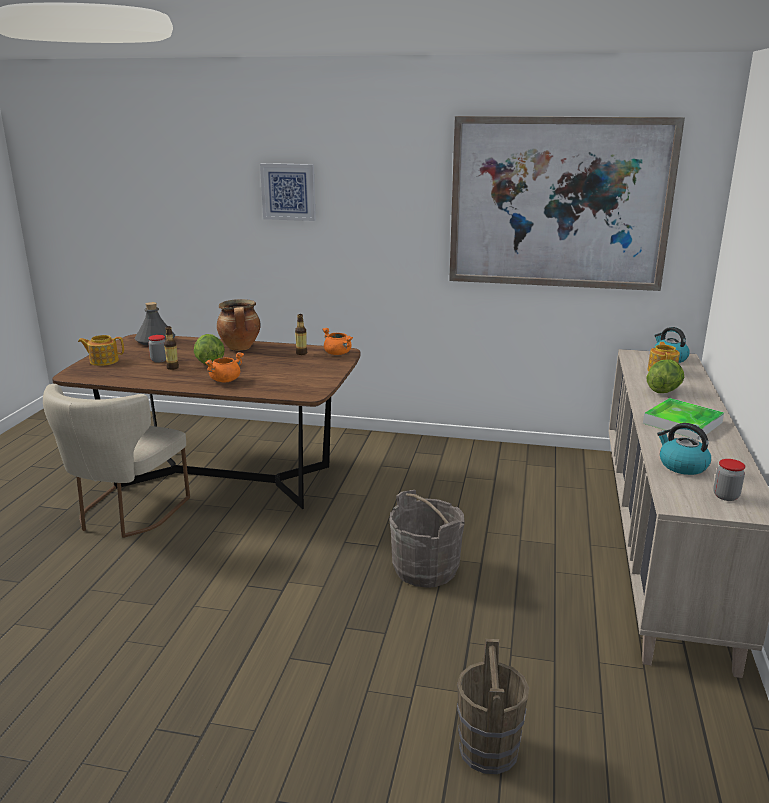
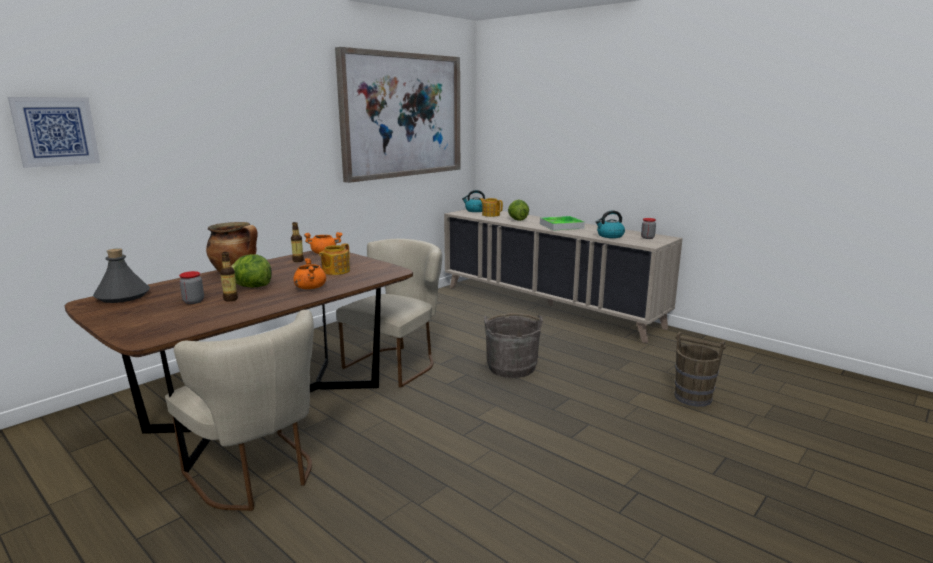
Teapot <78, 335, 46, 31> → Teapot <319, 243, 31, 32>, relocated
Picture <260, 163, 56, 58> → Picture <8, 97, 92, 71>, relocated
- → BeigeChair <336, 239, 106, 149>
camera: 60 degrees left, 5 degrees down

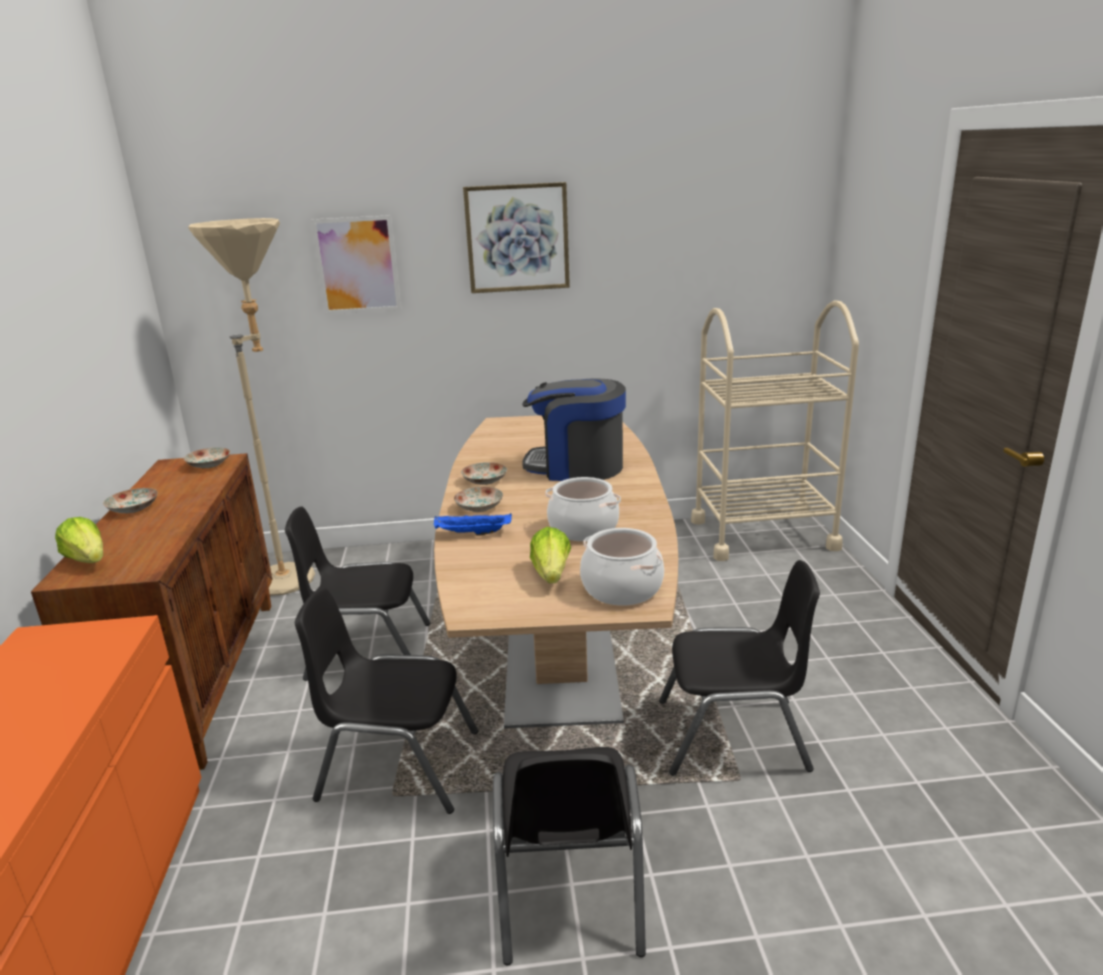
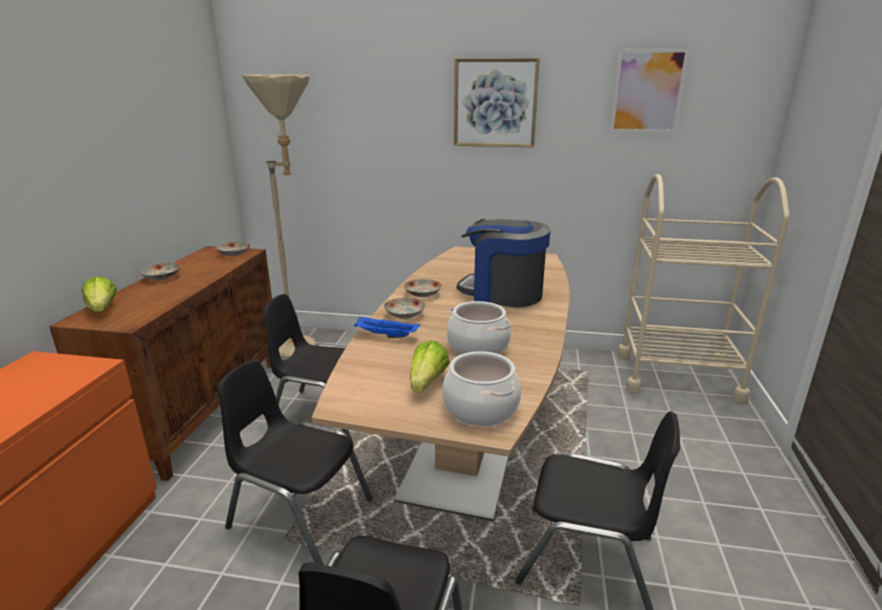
Picture <311, 215, 90, 99> → Picture <610, 48, 80, 85>, relocated
camera: 15 degrees right, 0 degrees up

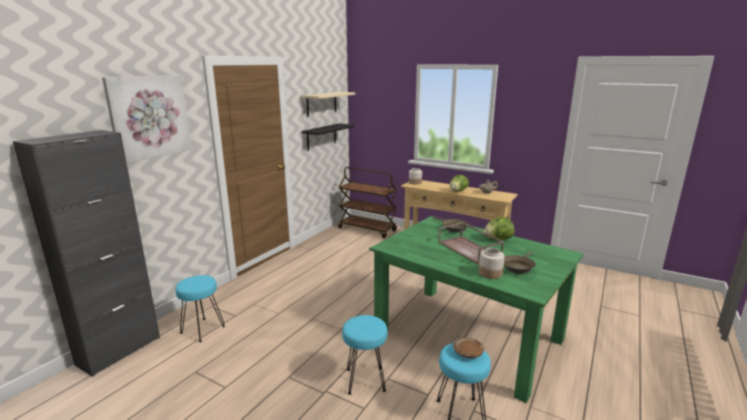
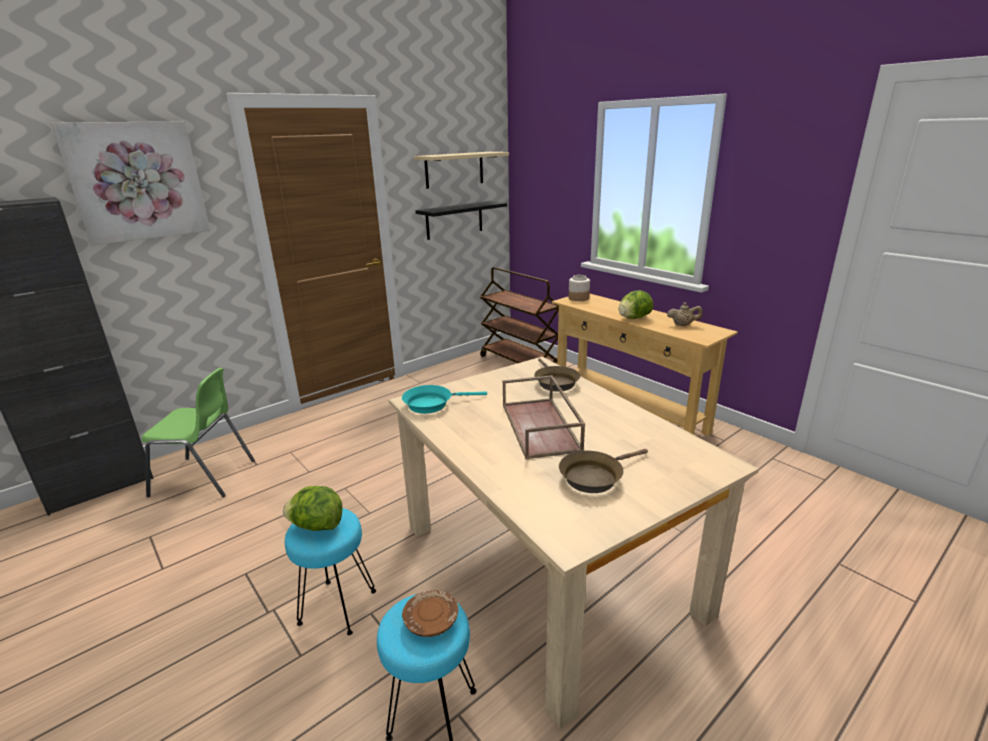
TurquoiseStool <175, 275, 50, 67> → GreenChair <142, 368, 113, 129>
GreenDiningTable <369, 216, 215, 187> → BeigeDiningTable <389, 357, 370, 372>
Jar <479, 248, 25, 31> → -
Lettuce <484, 217, 31, 23> → Lettuce <283, 486, 60, 45>, relocated
- → TurquoiseFryingPan <402, 385, 85, 29>
camera: 20 degrees right, 5 degrees up

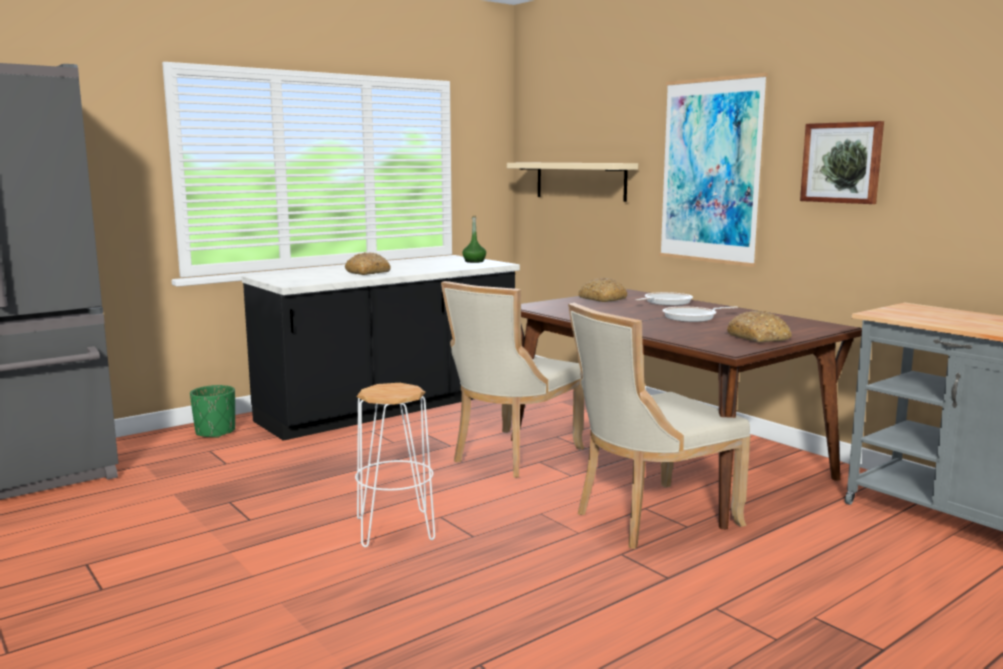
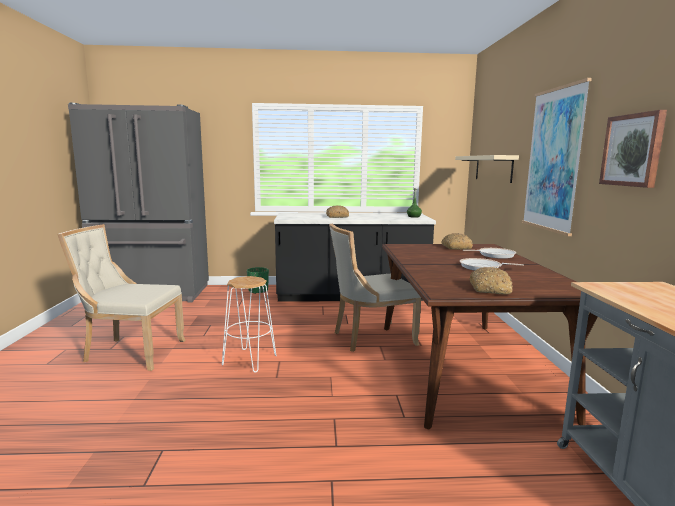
BeigeChair <568, 303, 183, 246> → BeigeChair <57, 224, 129, 147>, relocated
camera: 35 degrees right, 0 degrees up

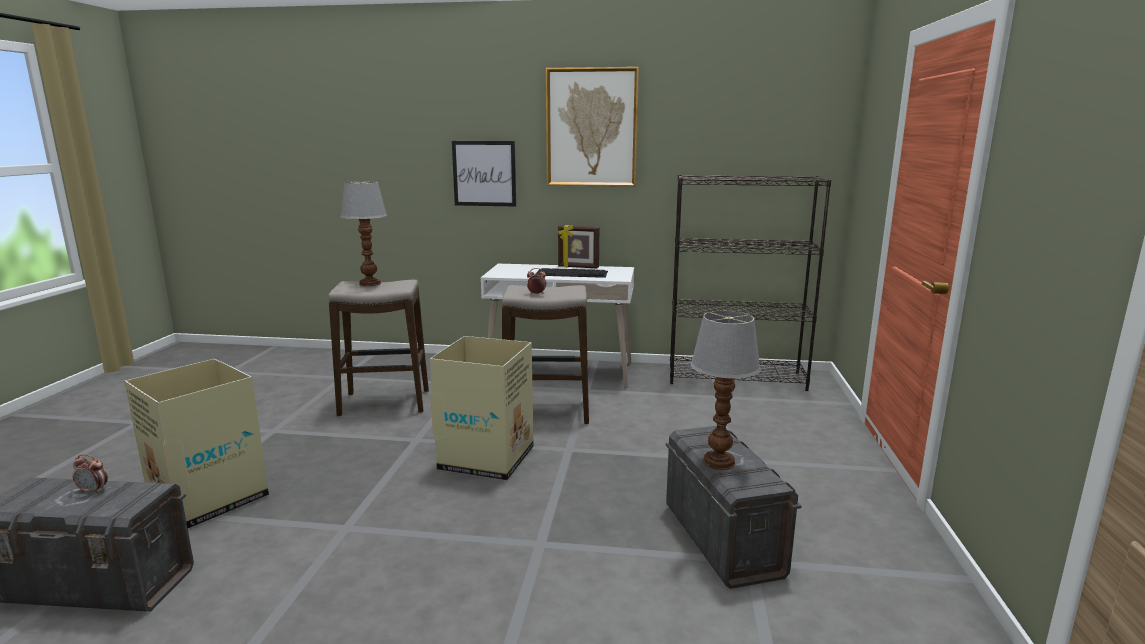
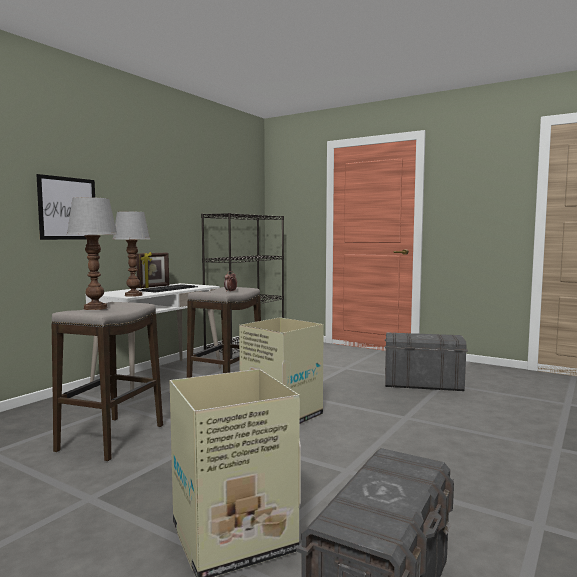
AlarmClock <73, 454, 35, 40> → -
Picture <546, 67, 93, 120> → -
TableLamp <690, 311, 71, 159> → TableLamp <113, 211, 37, 86>, relocated
camera: 65 degrees left, 10 degrees down

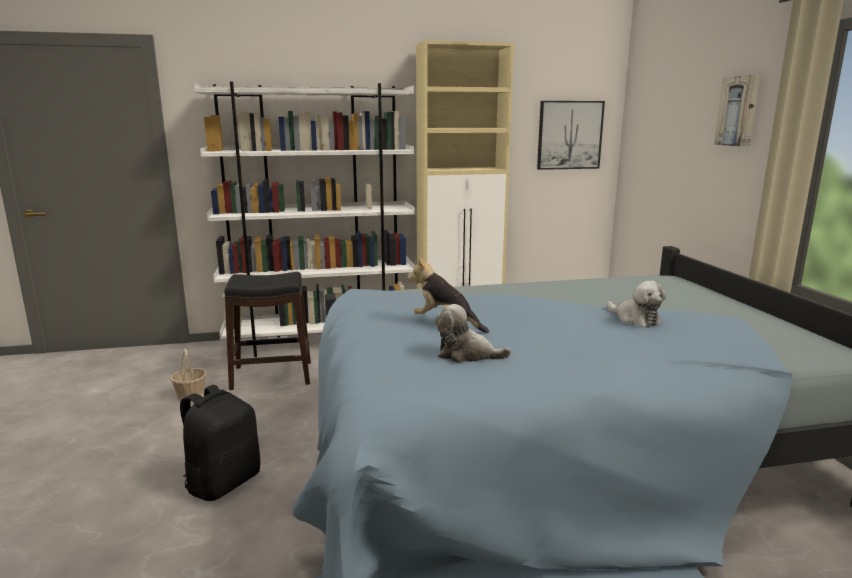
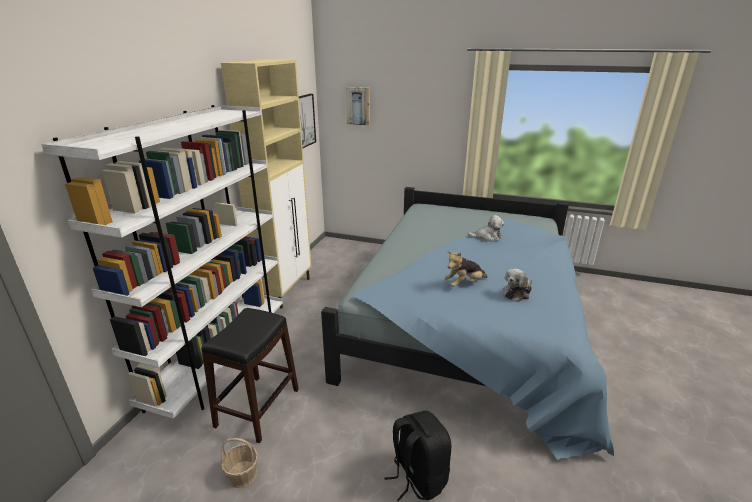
Picture <714, 75, 47, 72> → Picture <346, 87, 24, 38>, relocated
camera: 60 degrees left, 10 degrees up

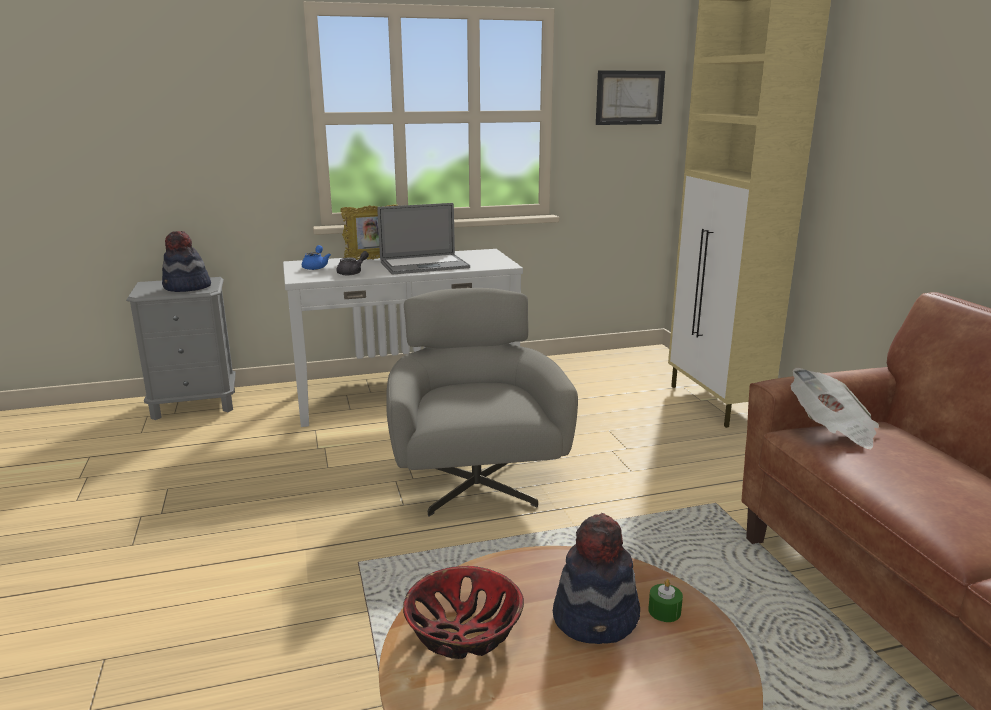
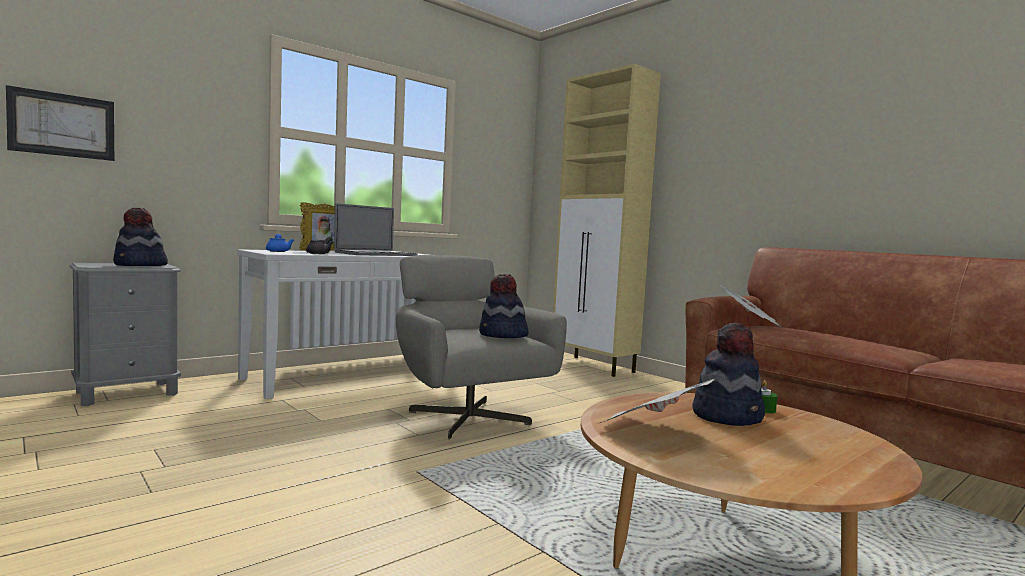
Bowl <403, 566, 121, 93> → Newspaper <600, 379, 115, 44>
Picture <596, 70, 69, 55> → Picture <6, 85, 108, 76>, relocated
- → Hat <479, 274, 50, 64>
camera: 25 degrees left, 15 degrees down

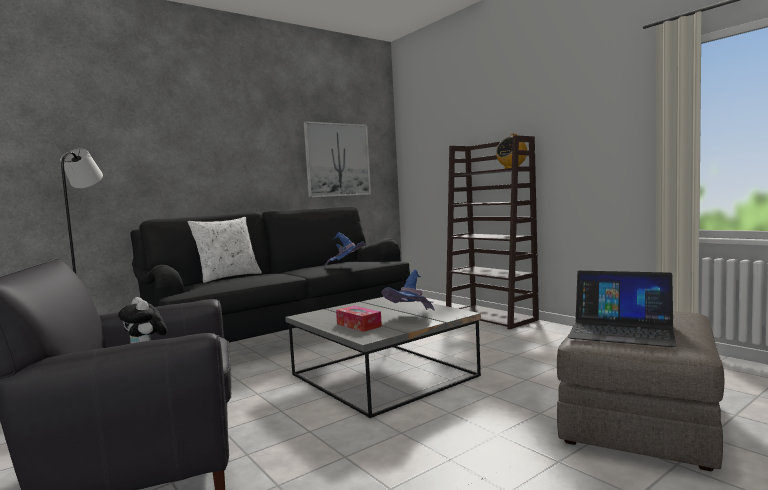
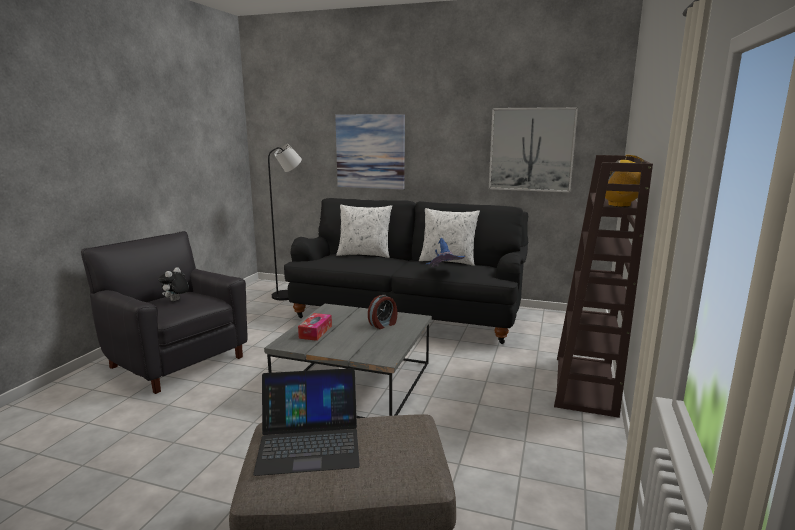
BlueHat <381, 269, 54, 42> → -
Laptop <568, 271, 108, 76> → Laptop <253, 368, 107, 108>, 90 degrees counterclockwise
- → Picture <335, 114, 70, 76>
- → AlarmClock <368, 295, 29, 34>
- → WhitePillow <419, 208, 61, 58>
camera: 55 degrees right, 10 degrees up

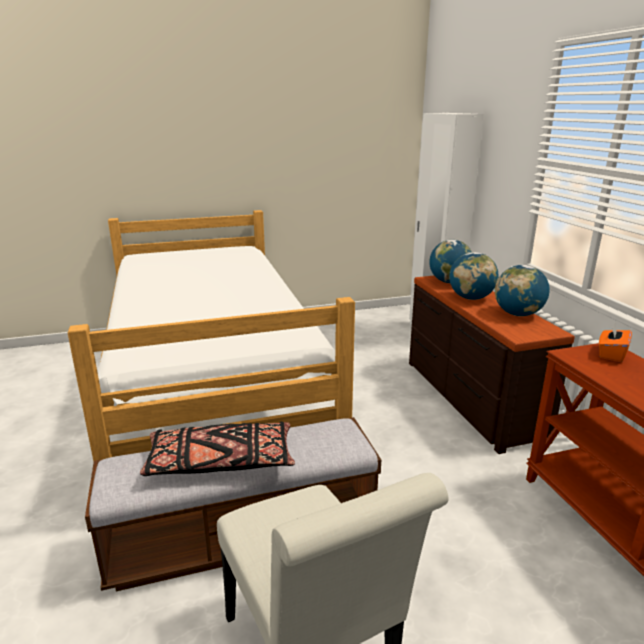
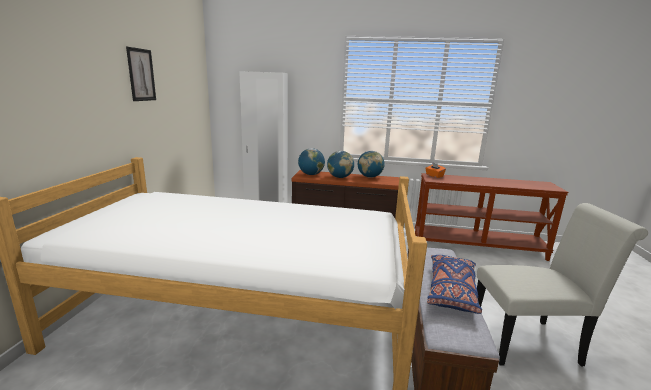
BlackPillow <140, 422, 155, 54> → BluePillow <427, 255, 55, 59>
- → Picture <126, 47, 30, 54>
camera: 65 degrees left, 5 degrees down

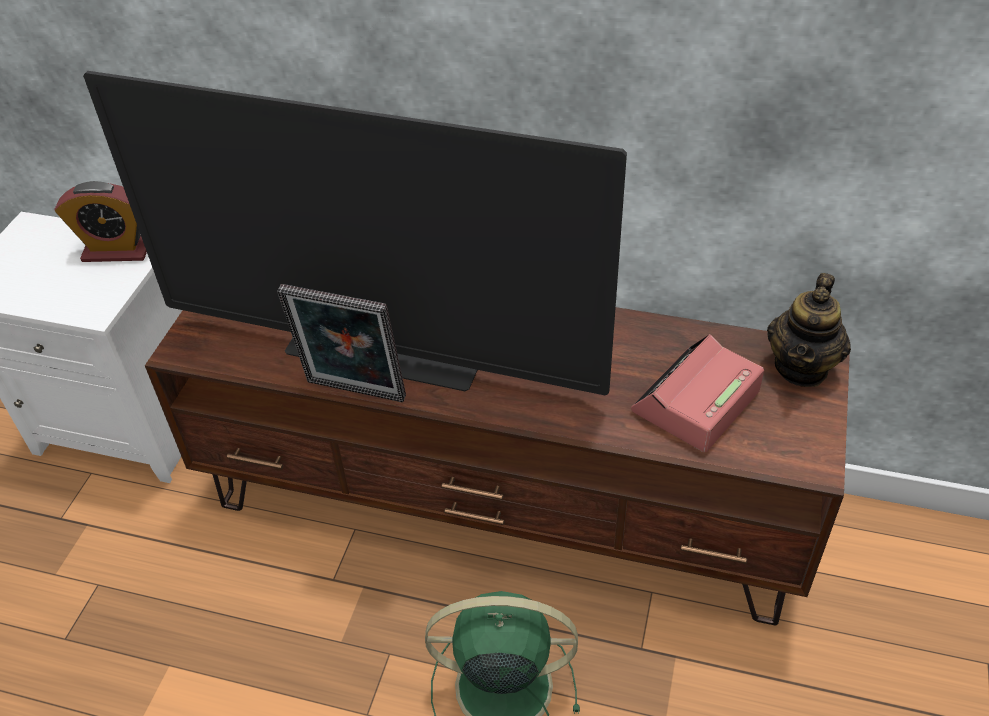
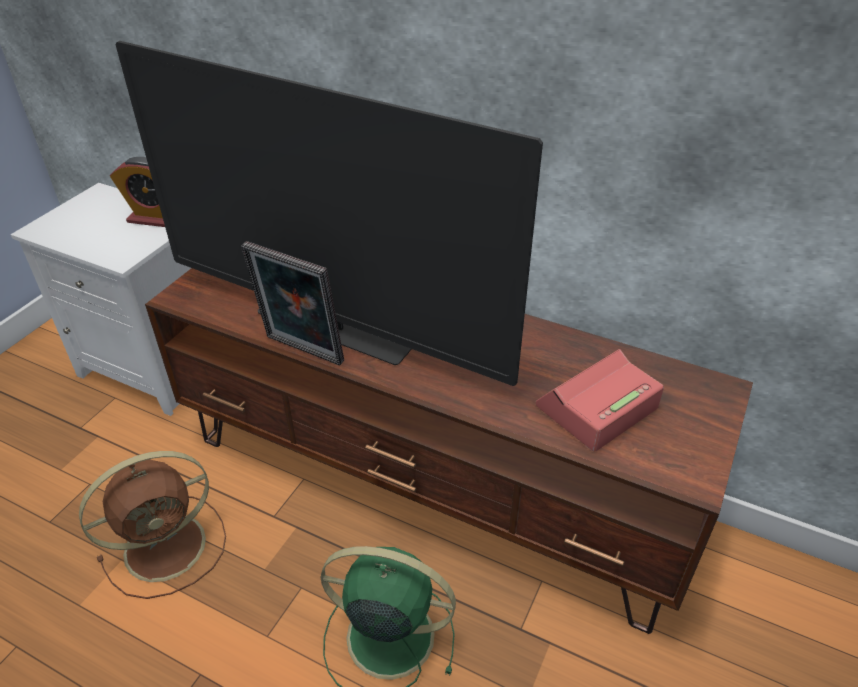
Teapot <767, 273, 84, 114> → -
- → BrownFan <79, 451, 147, 148>
camera: 10 degrees right, 5 degrees down

